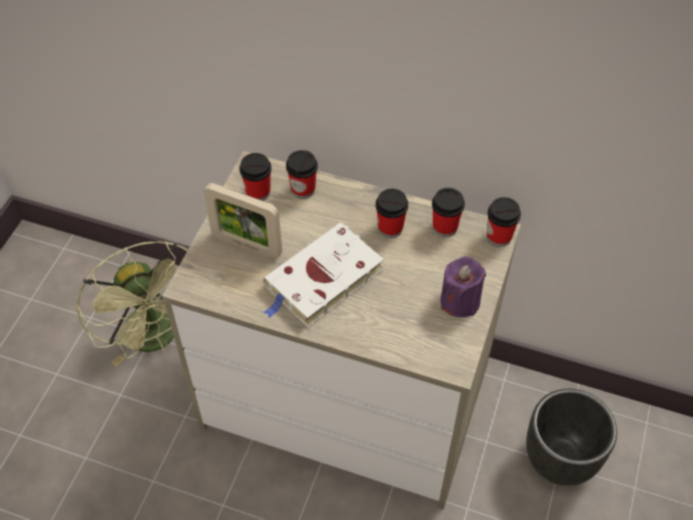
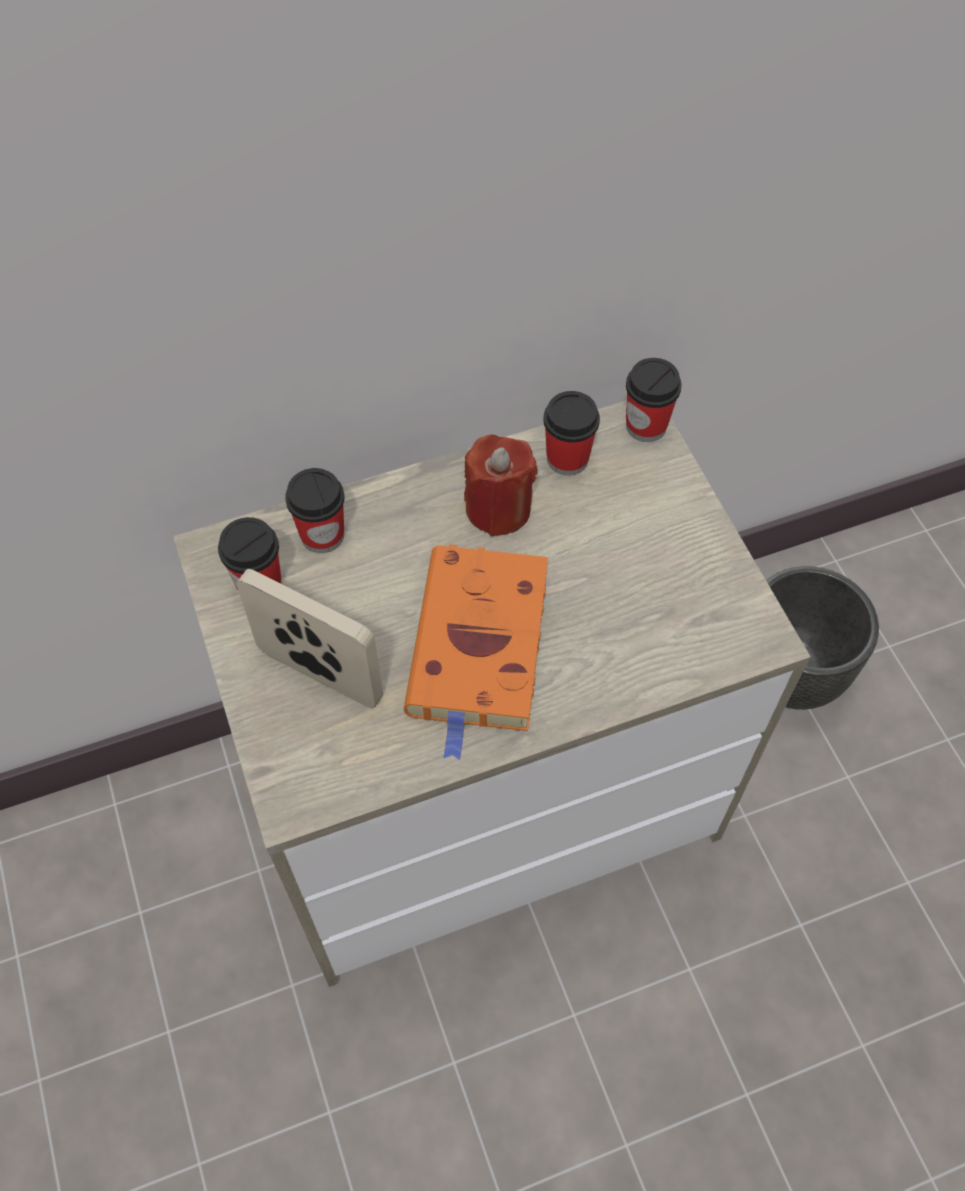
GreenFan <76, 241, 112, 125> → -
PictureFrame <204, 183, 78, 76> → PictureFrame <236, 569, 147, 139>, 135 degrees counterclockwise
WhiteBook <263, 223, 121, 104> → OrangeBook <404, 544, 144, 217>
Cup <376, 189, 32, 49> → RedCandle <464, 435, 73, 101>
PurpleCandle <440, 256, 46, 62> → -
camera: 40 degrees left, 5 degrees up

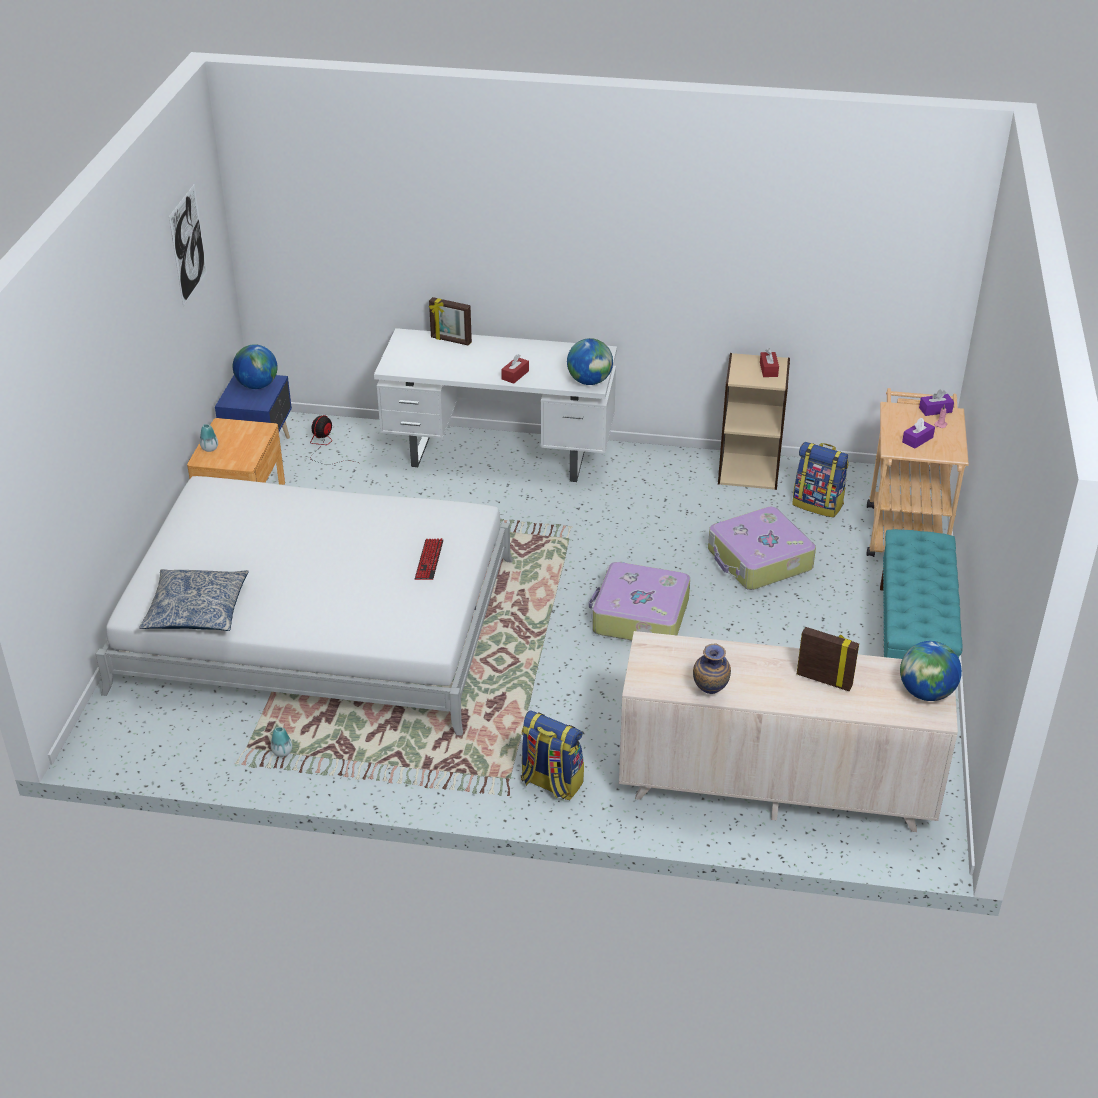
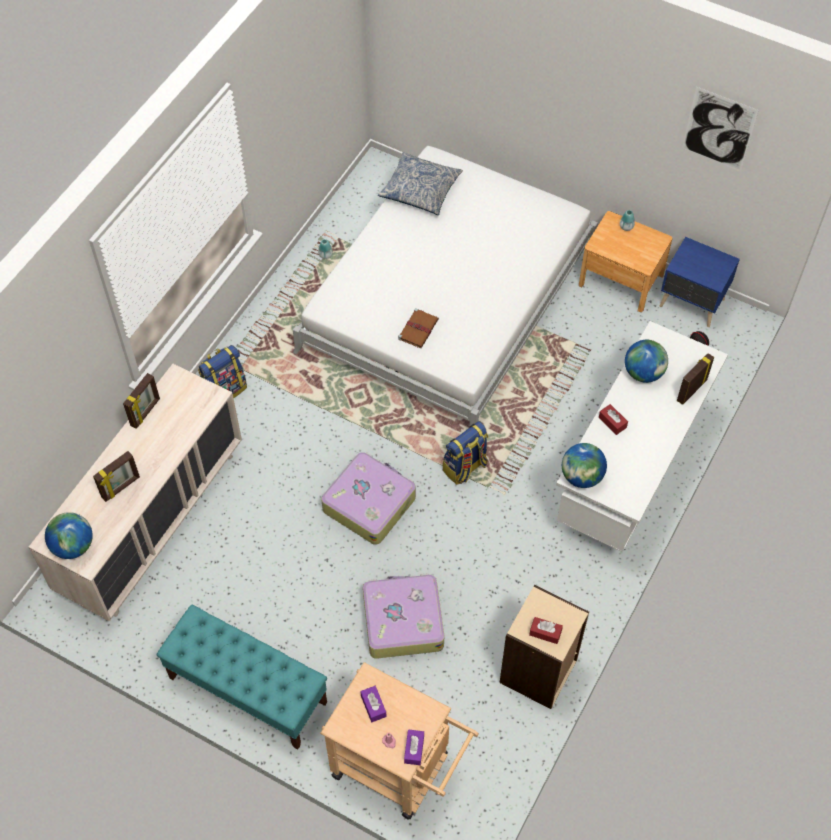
Globe <233, 344, 44, 45> → Globe <625, 340, 43, 43>, relocated
Keyboard <415, 538, 29, 42> → BrownBook <398, 308, 41, 40>
Vase <693, 643, 38, 51> → PictureFrame <123, 373, 37, 56>
Backpack <792, 442, 57, 76> → Backpack <443, 421, 45, 64>, relocated
camera: 110 degrees right, 20 degrees up

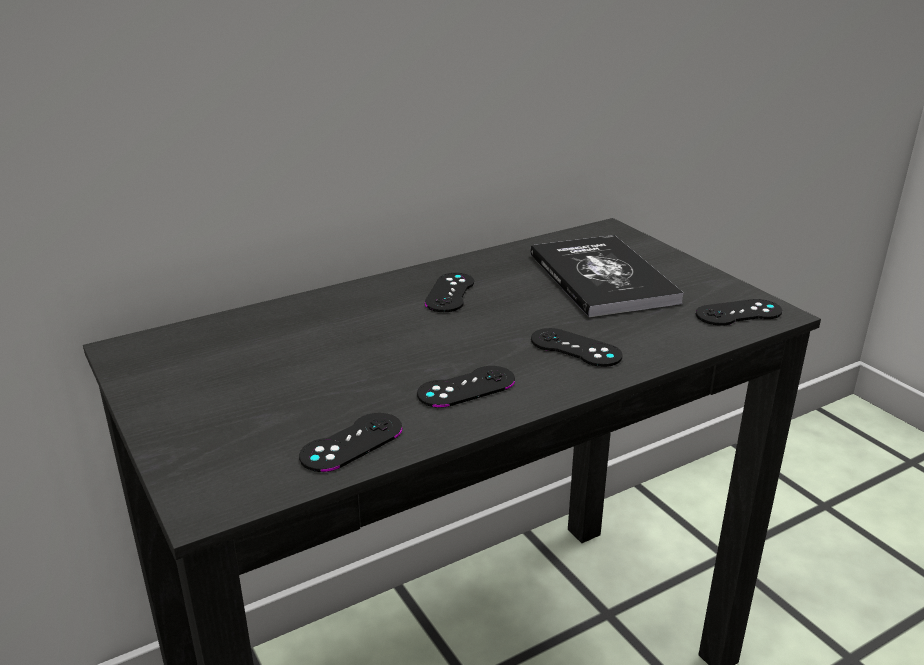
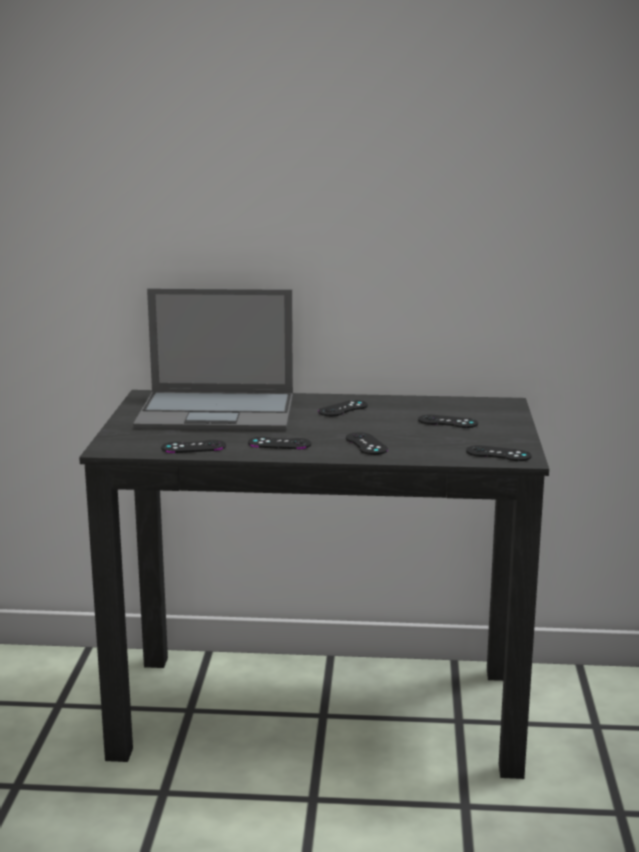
Book <530, 235, 154, 83> → BlackGameController <418, 415, 60, 13>
- → Laptop <133, 288, 160, 143>
camera: 35 degrees right, 10 degrees down

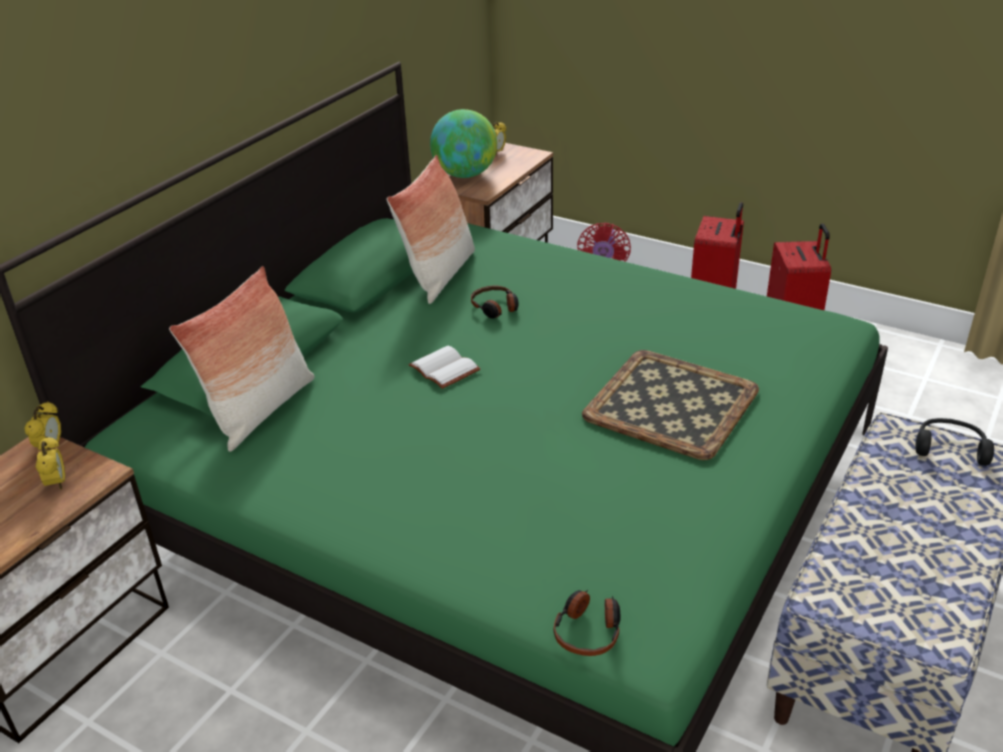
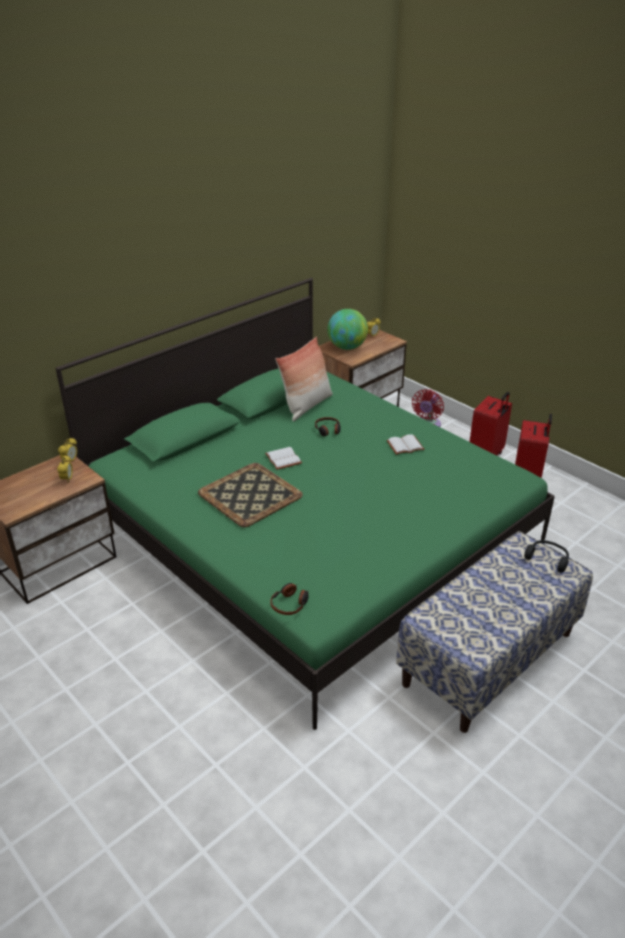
Pillow <169, 266, 146, 186> → -
Tray <582, 350, 177, 110> → Tray <198, 463, 105, 64>, relocated
- → WhiteBook <387, 434, 38, 21>
camera: 15 degrees right, 0 degrees up

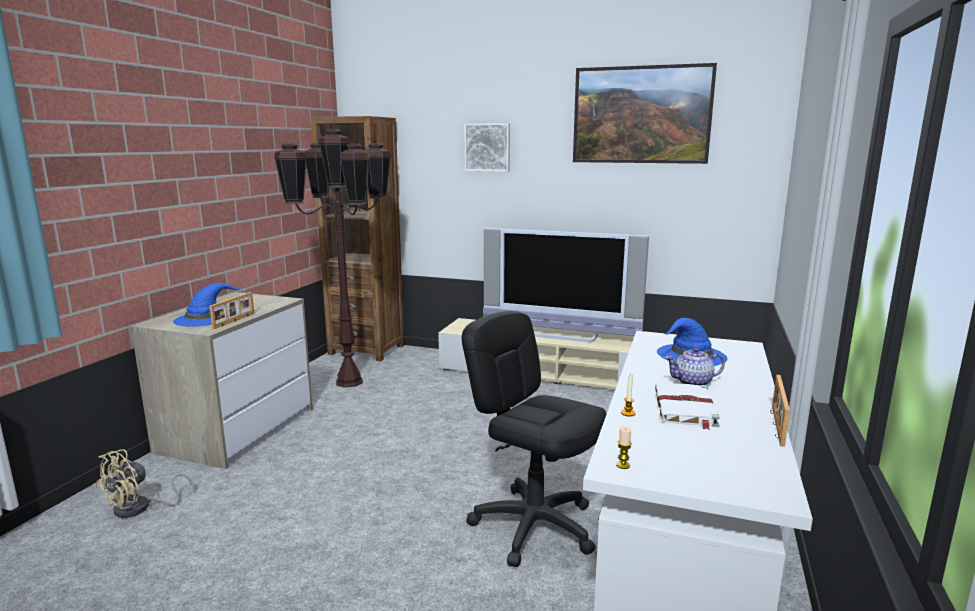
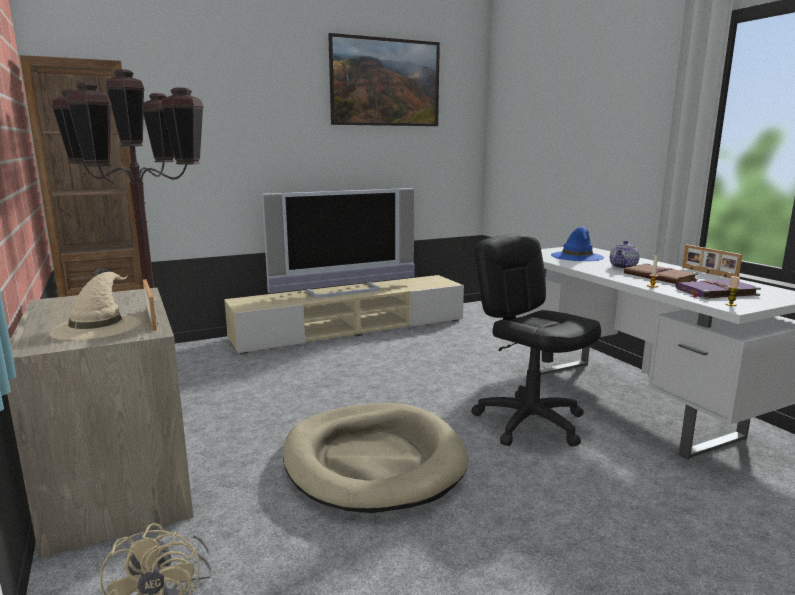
BlueHat <173, 283, 68, 44> → BeigeHat <49, 272, 92, 68>
BlackOfficeChair <462, 311, 144, 256> → BlackOfficeChair <471, 234, 130, 212>, 60 degrees clockwise
Picture <464, 123, 46, 49> → -
WhiteBook <655, 382, 65, 48> → BrownBook <624, 263, 74, 21>
- → BeigeDogBed <283, 403, 186, 110>
- → PurpleBook <675, 280, 86, 19>
camera: 45 degrees left, 0 degrees up

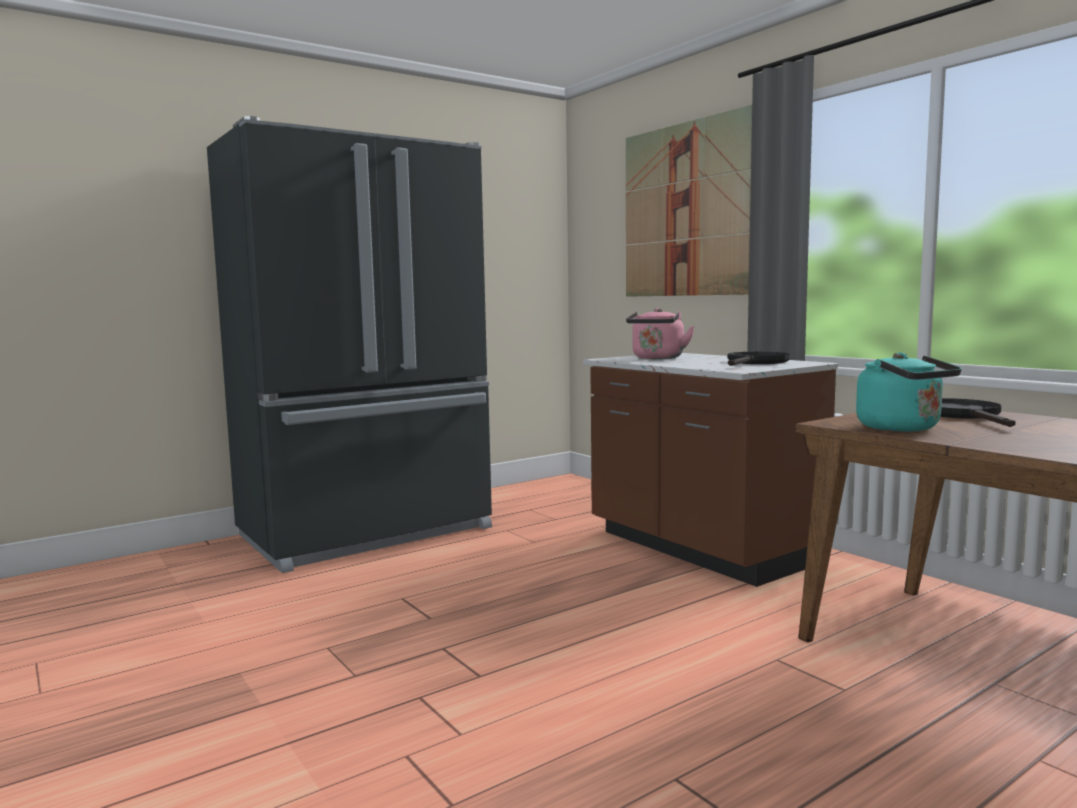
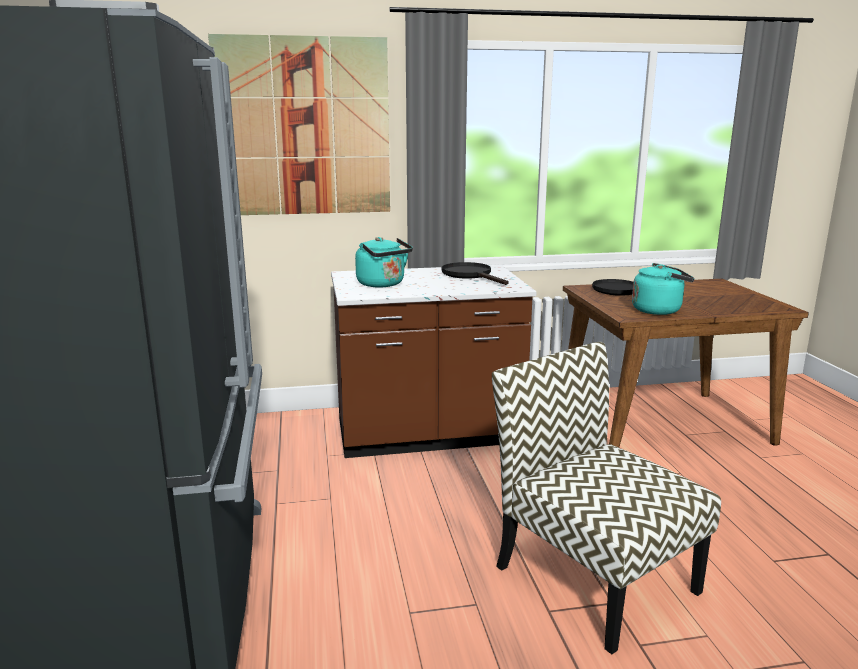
PinkKettle <626, 308, 68, 51> → TurquoiseKettle <355, 237, 58, 50>
- → Chair <492, 342, 229, 312>
camera: 65 degrees left, 10 degrees up

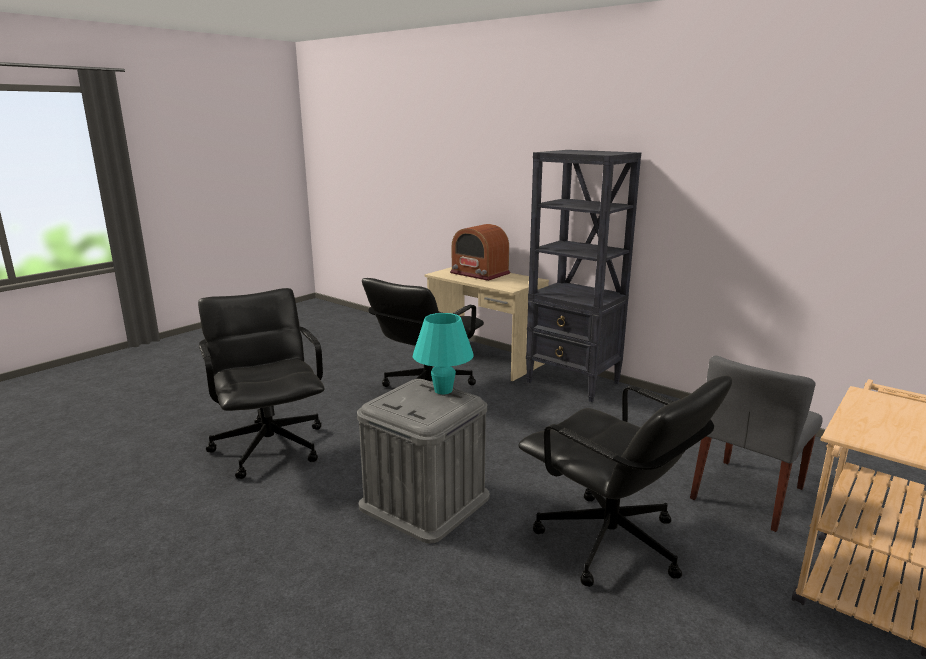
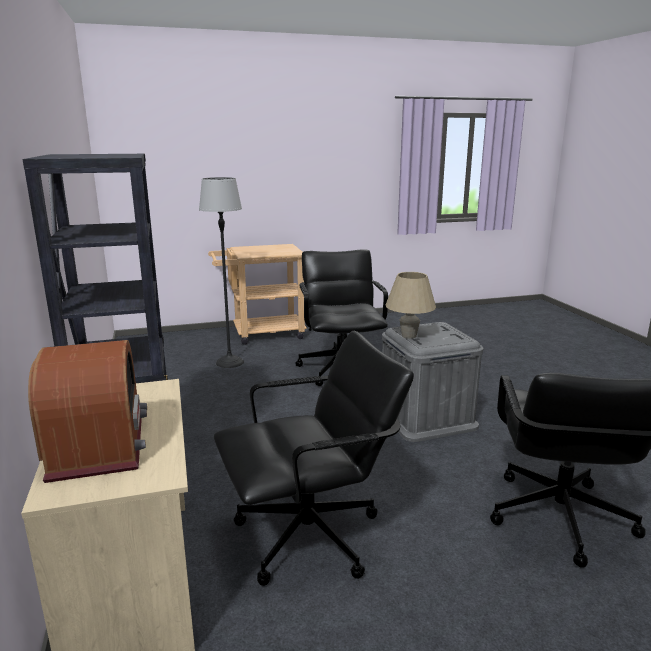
TurquoiseTableLamp <413, 313, 61, 81> → BeigeTableLamp <386, 272, 50, 67>
GreyChair <690, 355, 133, 177> → FloorLamp <199, 177, 45, 191>
camera: 145 degrees left, 0 degrees up

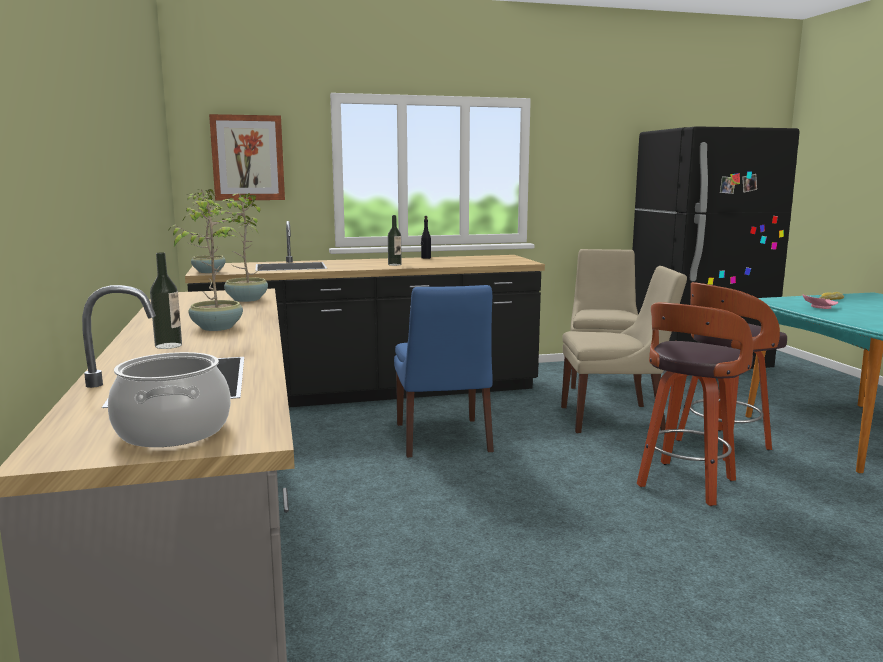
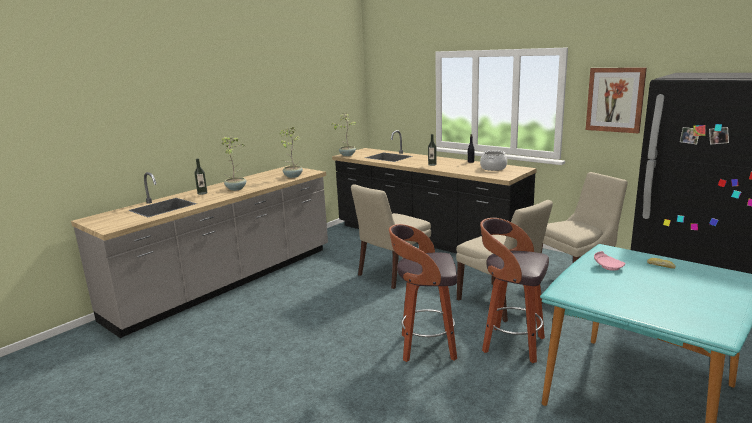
CookingPot <108, 352, 123, 95> → CookingPot <480, 151, 27, 20>, relocated
Picture <209, 114, 76, 87> → Picture <586, 67, 61, 66>, relocated
BlueChair <394, 285, 100, 172> → BeigeChair <351, 184, 80, 105>
camera: 55 degrees right, 5 degrees up

